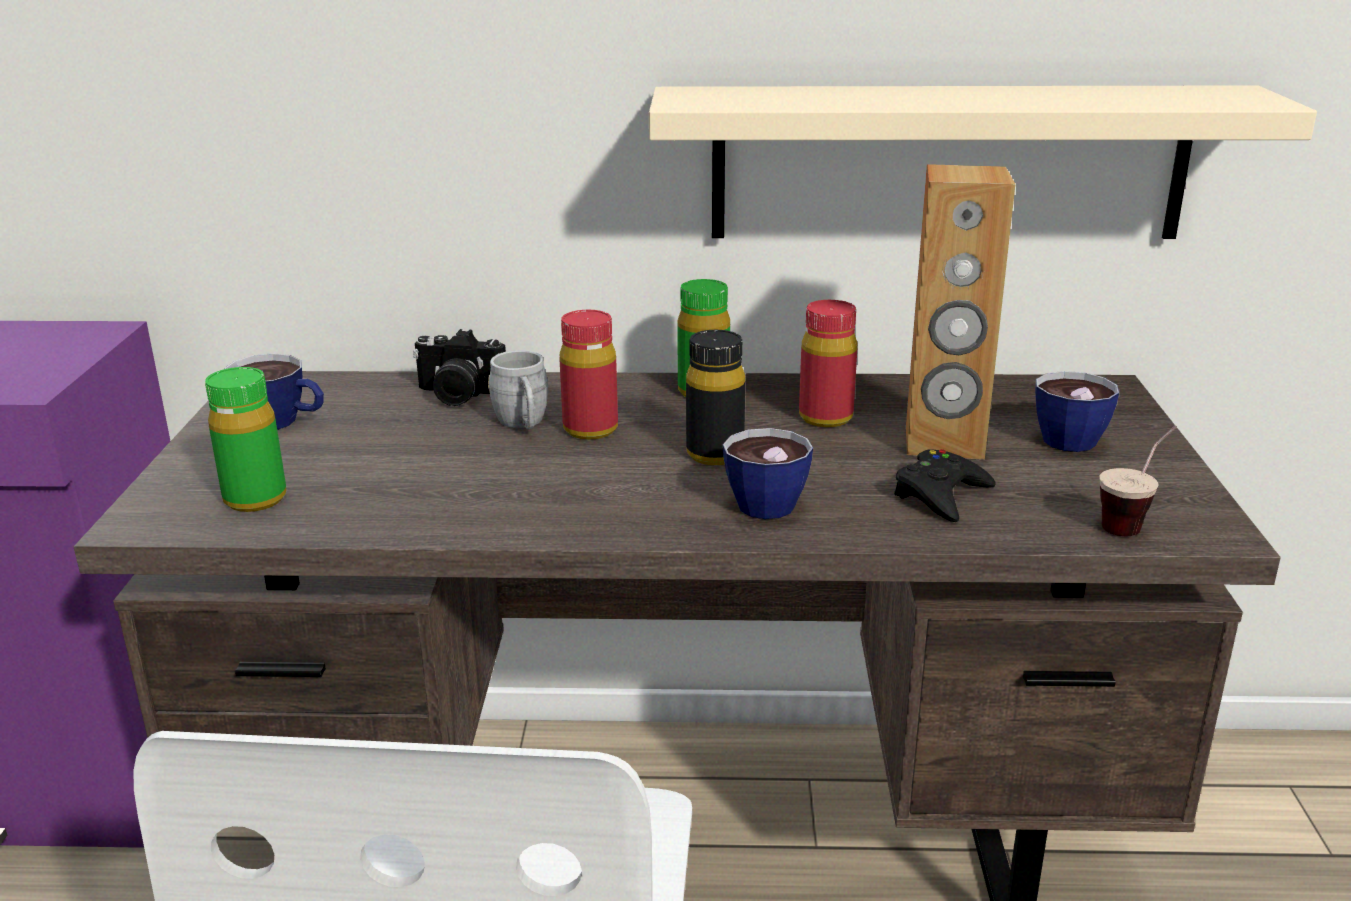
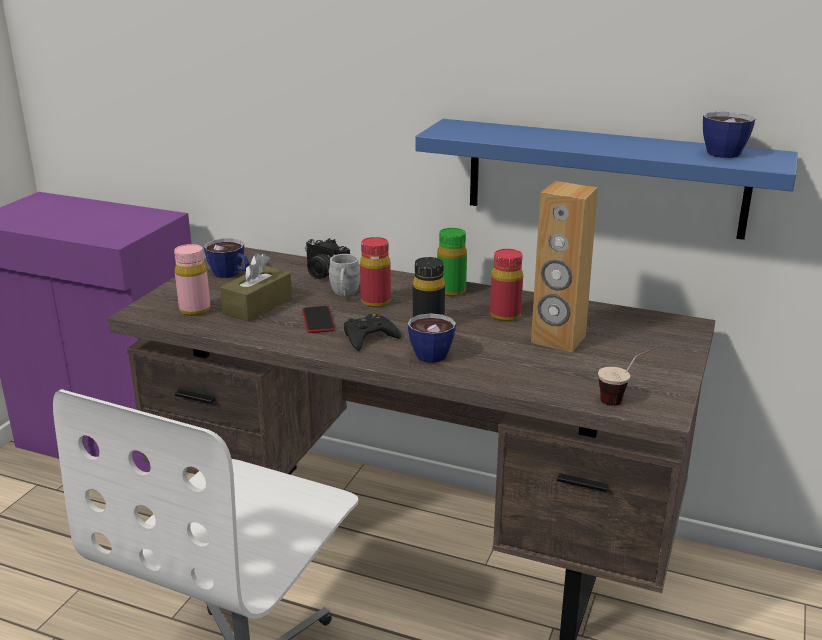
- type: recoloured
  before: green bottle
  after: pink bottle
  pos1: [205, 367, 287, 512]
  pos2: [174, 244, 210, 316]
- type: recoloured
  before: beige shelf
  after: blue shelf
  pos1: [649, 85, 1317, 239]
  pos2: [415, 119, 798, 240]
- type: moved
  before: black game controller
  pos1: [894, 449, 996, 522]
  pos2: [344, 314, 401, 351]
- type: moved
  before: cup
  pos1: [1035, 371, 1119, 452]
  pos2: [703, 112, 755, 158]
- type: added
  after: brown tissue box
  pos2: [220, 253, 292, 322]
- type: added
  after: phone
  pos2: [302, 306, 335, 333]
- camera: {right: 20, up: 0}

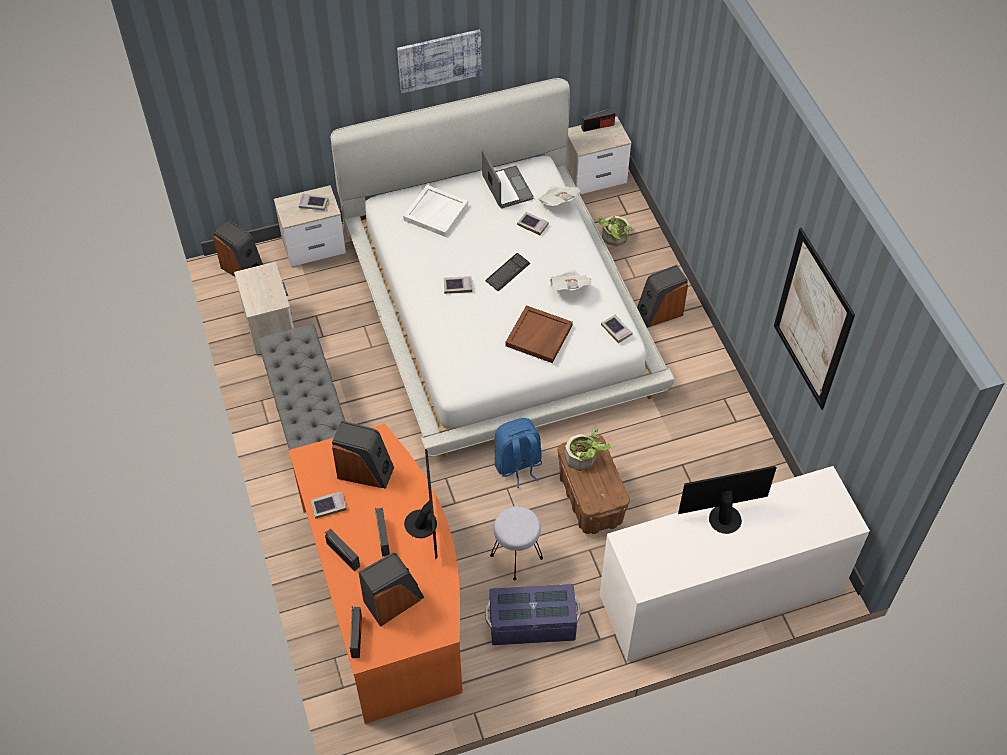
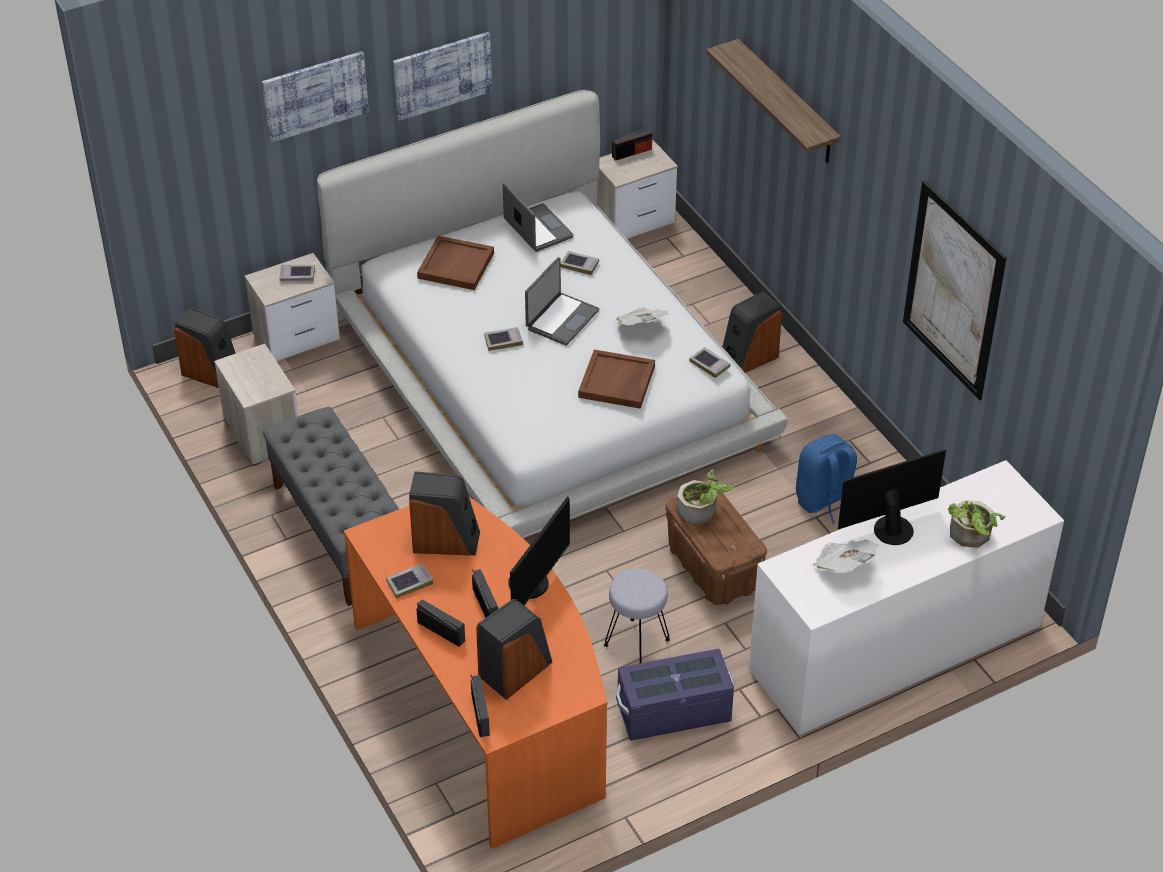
- type: recoloured
  before: white tray
  after: brown tray
  pos1: [403, 185, 468, 237]
  pos2: [417, 236, 494, 290]
- type: turned
  before: monitor
  pos1: [404, 449, 438, 559]
  pos2: [508, 496, 570, 606]
  turn: 45
- type: replaced
  before: keyboard
  after: laptop
  pos1: [485, 253, 530, 292]
  pos2: [525, 257, 599, 346]
- type: moved
  before: blue backpack
  pos1: [495, 418, 542, 488]
  pos2: [796, 434, 857, 524]
- type: moved
  before: newspaper
  pos1: [538, 186, 581, 206]
  pos2: [812, 540, 879, 573]
- type: moved
  before: potted plant
  pos1: [599, 215, 634, 246]
  pos2: [948, 500, 1006, 548]
- type: added
  after: picture
  pos2: [262, 51, 369, 143]
- type: added
  after: shelf
  pos2: [706, 39, 841, 163]
- camera: {right: -10, up: -10}

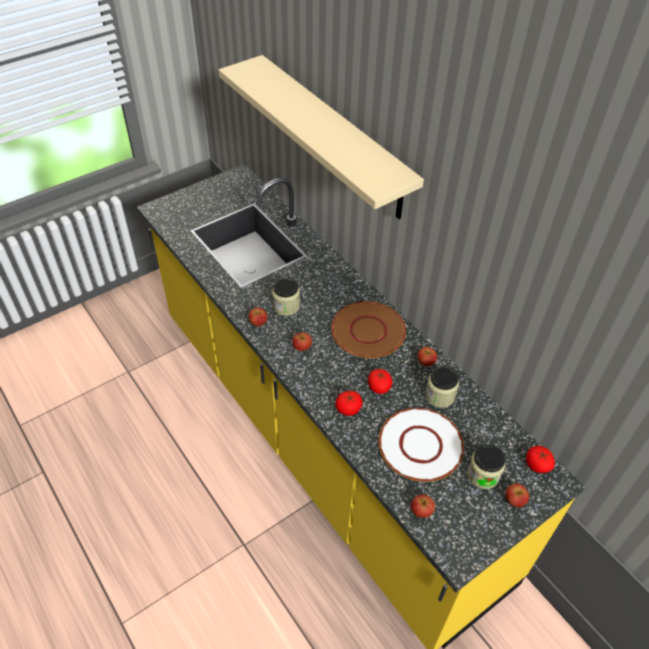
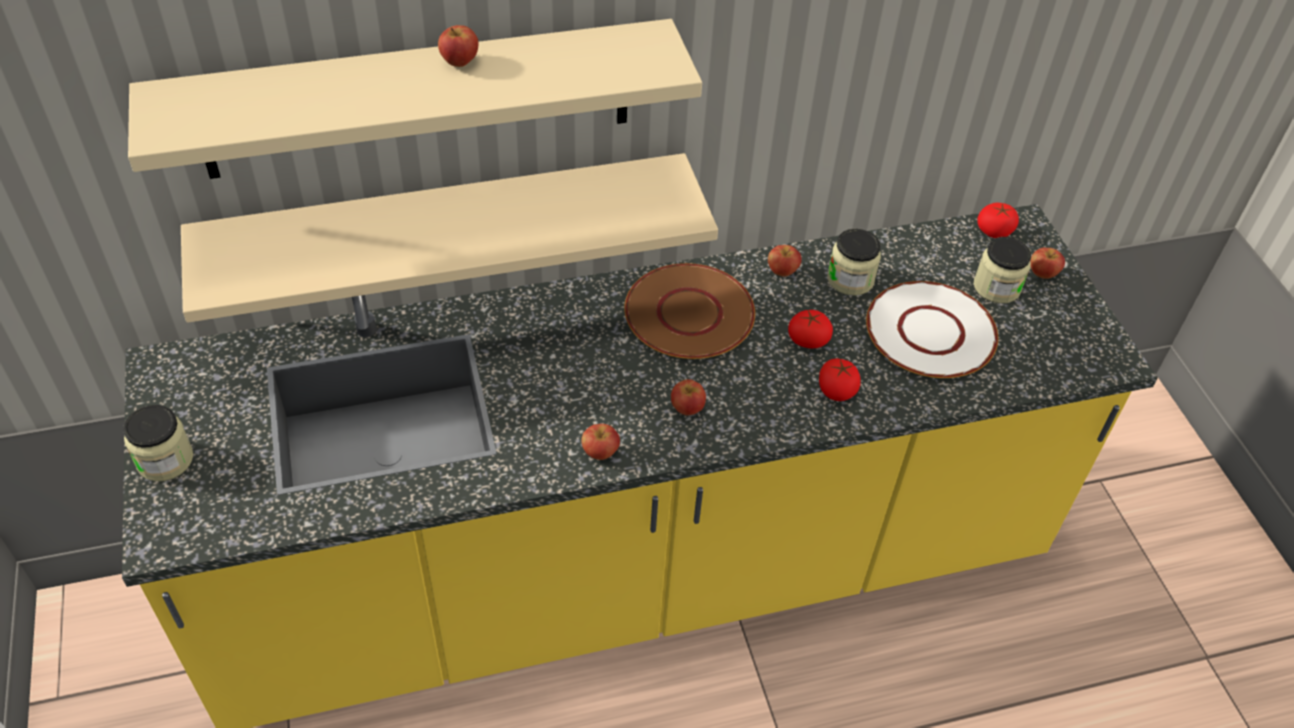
- type: moved
  before: jar
  pos1: [272, 278, 300, 316]
  pos2: [123, 405, 193, 481]
- type: moved
  before: apple
  pos1: [411, 494, 435, 518]
  pos2: [438, 25, 478, 67]
- type: added
  after: beige shelf
  pos2: [181, 153, 718, 323]
- camera: {right: -70, up: 0}

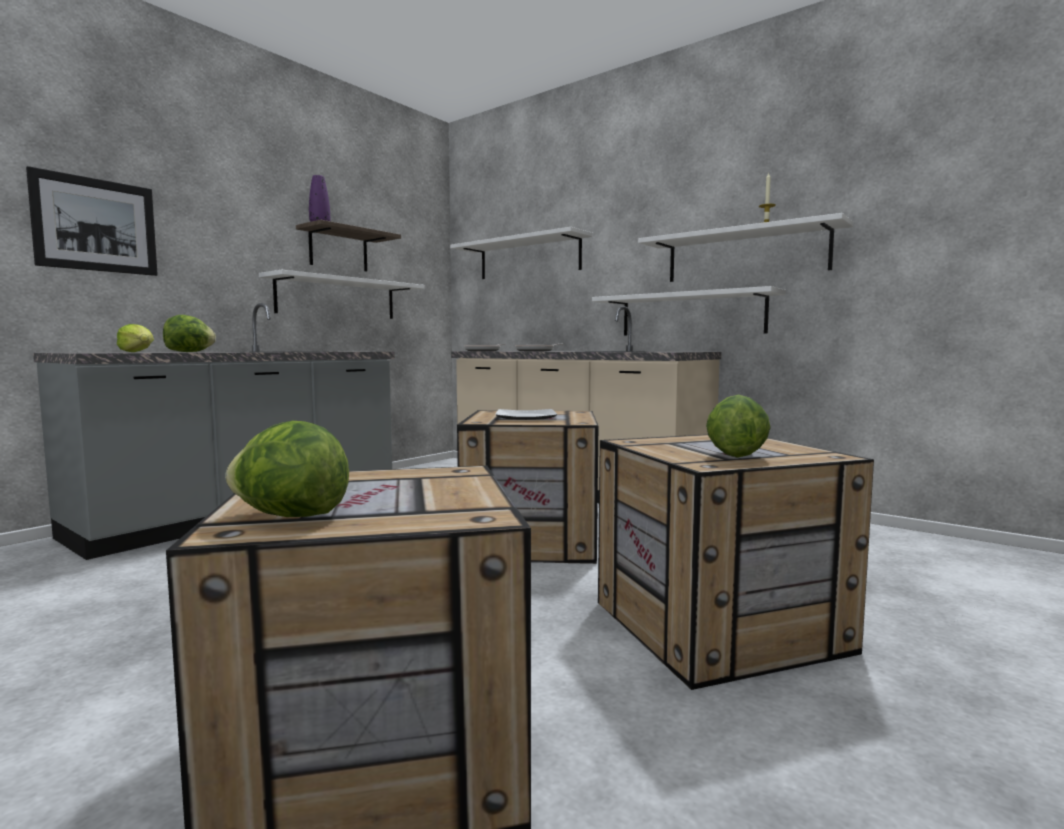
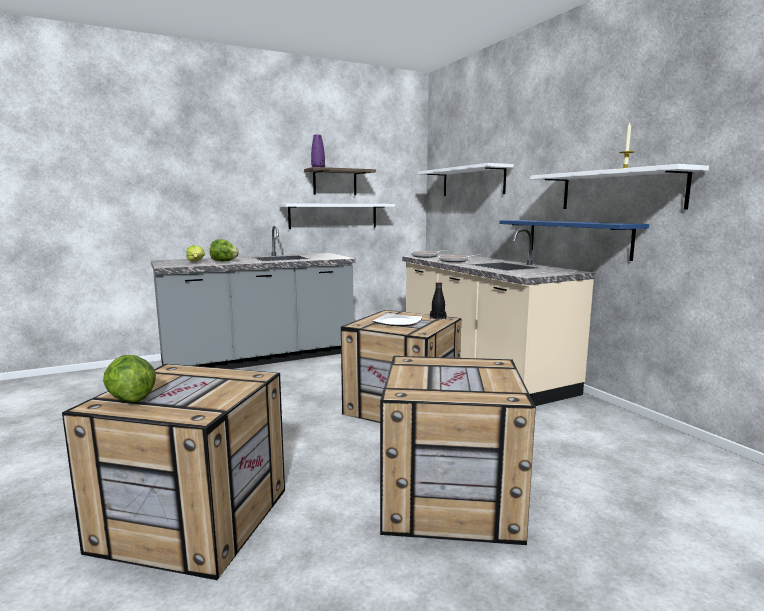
- type: removed
  before: picture
  pos1: [26, 166, 158, 276]
- type: recoloured
  before: white shelf
  after: blue shelf
  pos1: [592, 286, 786, 336]
  pos2: [499, 220, 649, 261]
- type: removed
  before: lettuce
  pos1: [706, 395, 771, 458]
- type: added
  after: black bottle
  pos2: [430, 282, 447, 320]
- camera: {right: 25, up: 5}

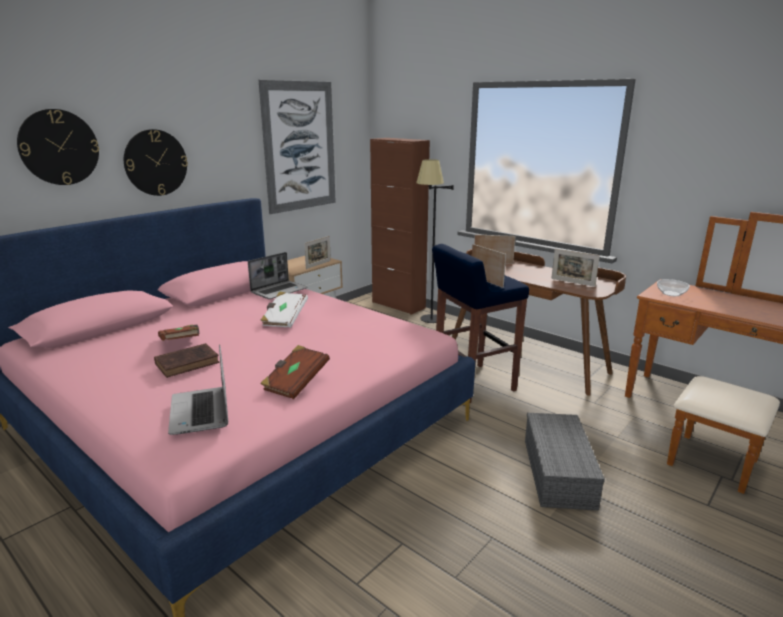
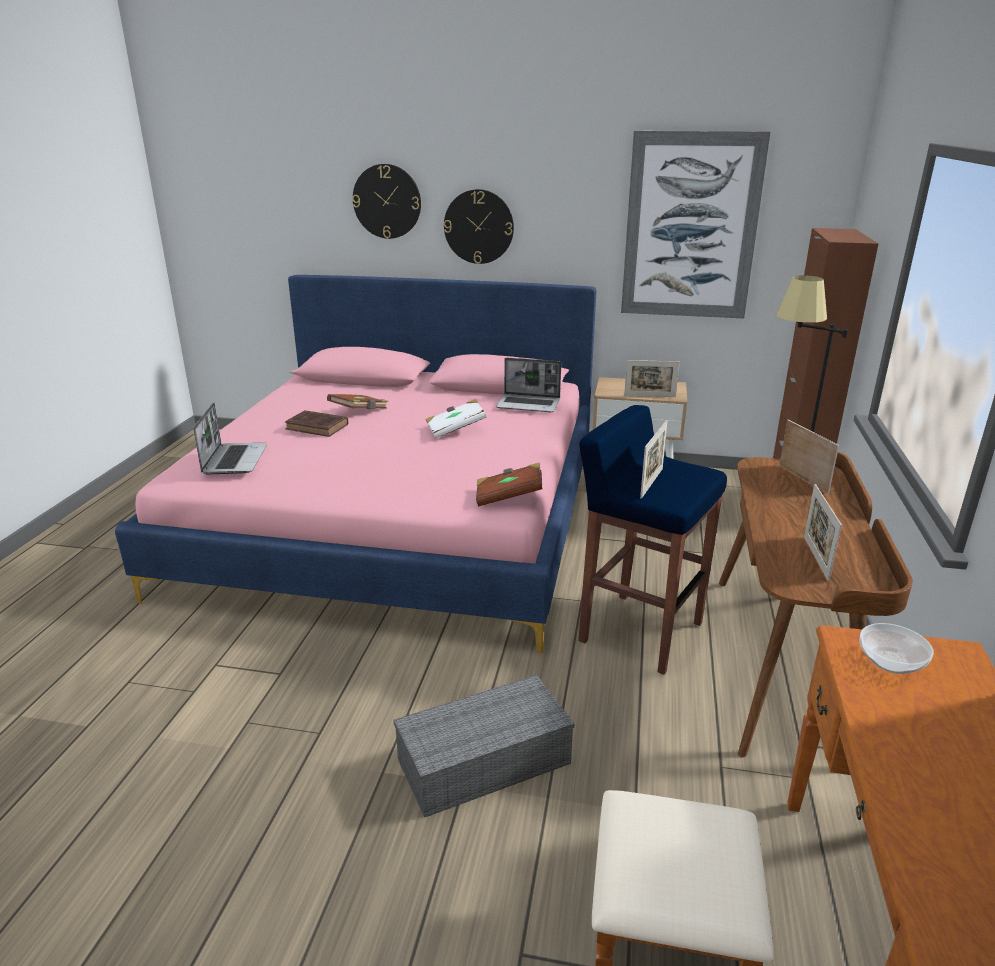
- type: turned
  before: laptop
  pos1: [168, 344, 228, 435]
  pos2: [193, 402, 267, 474]
  turn: 135
- type: moved
  before: brown book
  pos1: [260, 345, 330, 399]
  pos2: [476, 463, 542, 506]
- camera: {right: 60, up: 5}

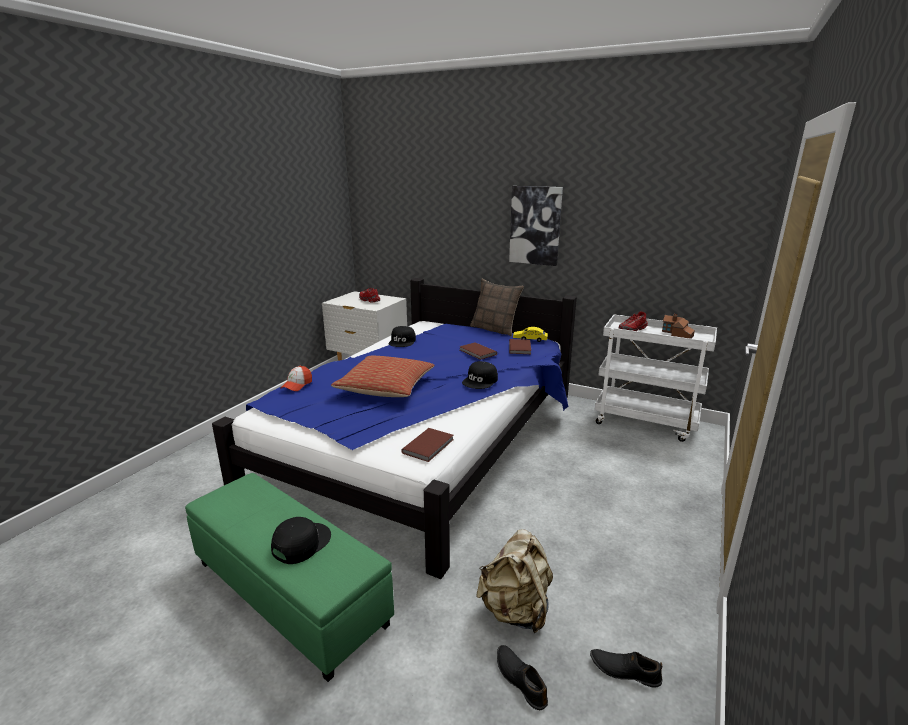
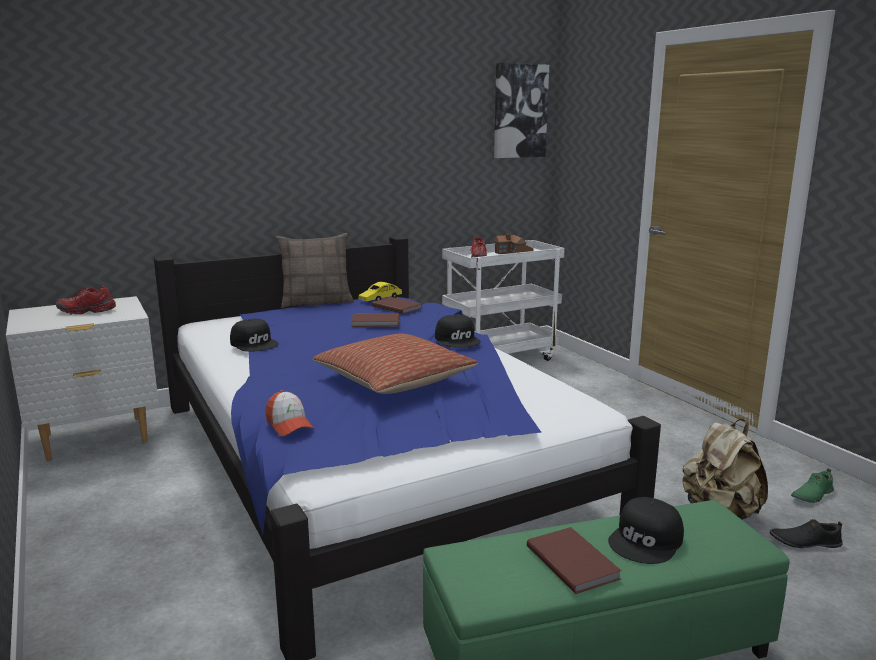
- type: turned
  before: black cap
  pos1: [271, 517, 331, 564]
  pos2: [608, 497, 684, 564]
  turn: -120
- type: moved
  before: brown book
  pos1: [401, 428, 454, 462]
  pos2: [527, 527, 622, 594]
- type: moved
  before: picture
  pos1: [509, 186, 563, 266]
  pos2: [494, 63, 549, 158]
- type: recoloured
  before: black shoe
  after: green shoe
  pos1: [590, 649, 663, 688]
  pos2: [791, 468, 834, 503]
- camera: {right: -55, up: -5}

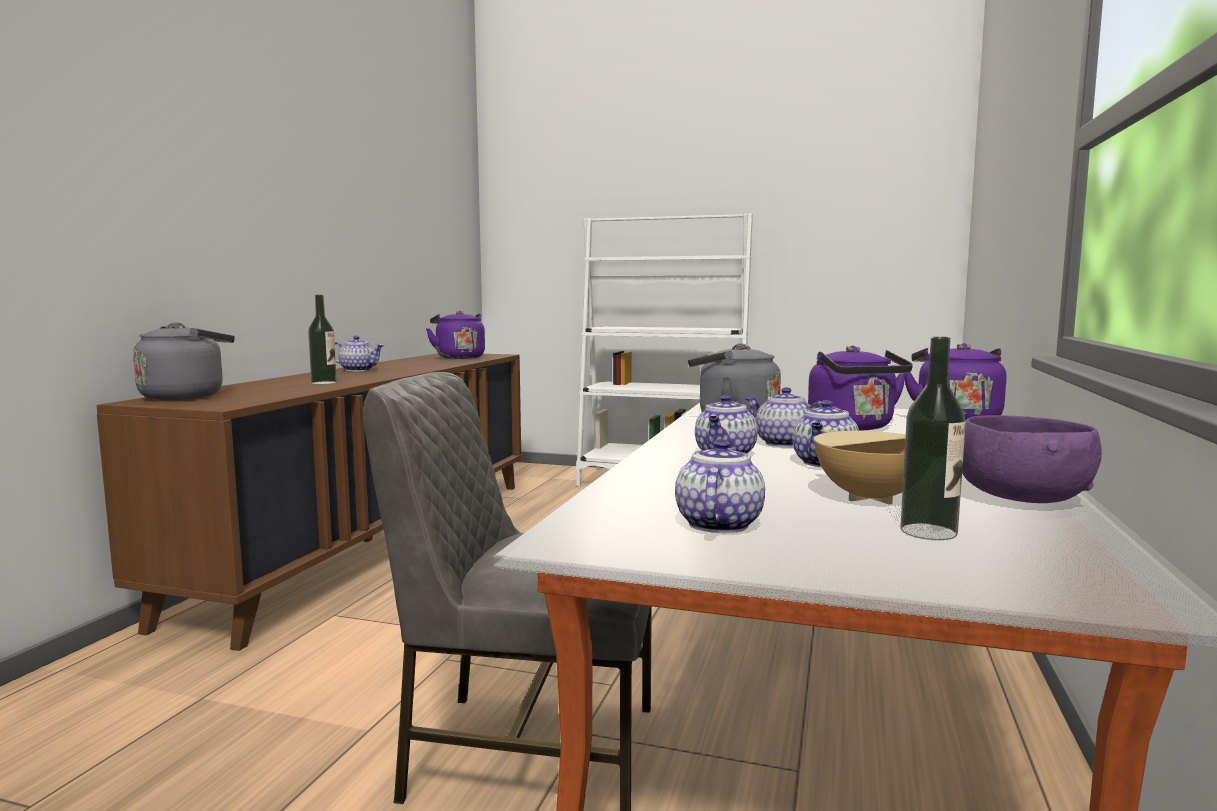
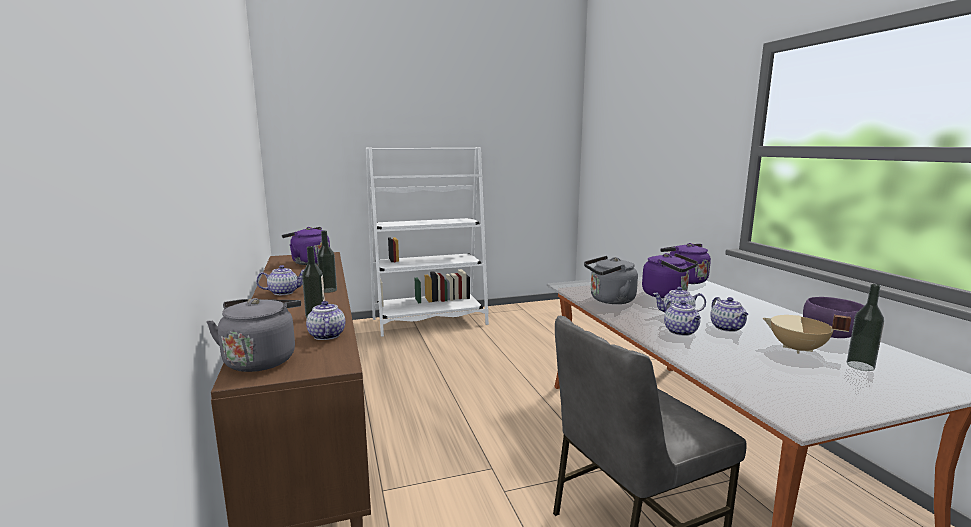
- type: moved
  before: teapot
  pos1: [675, 439, 765, 533]
  pos2: [306, 301, 346, 340]
- type: added
  after: bottle
  pos2: [317, 231, 337, 293]
- camera: {right: -35, up: 5}

